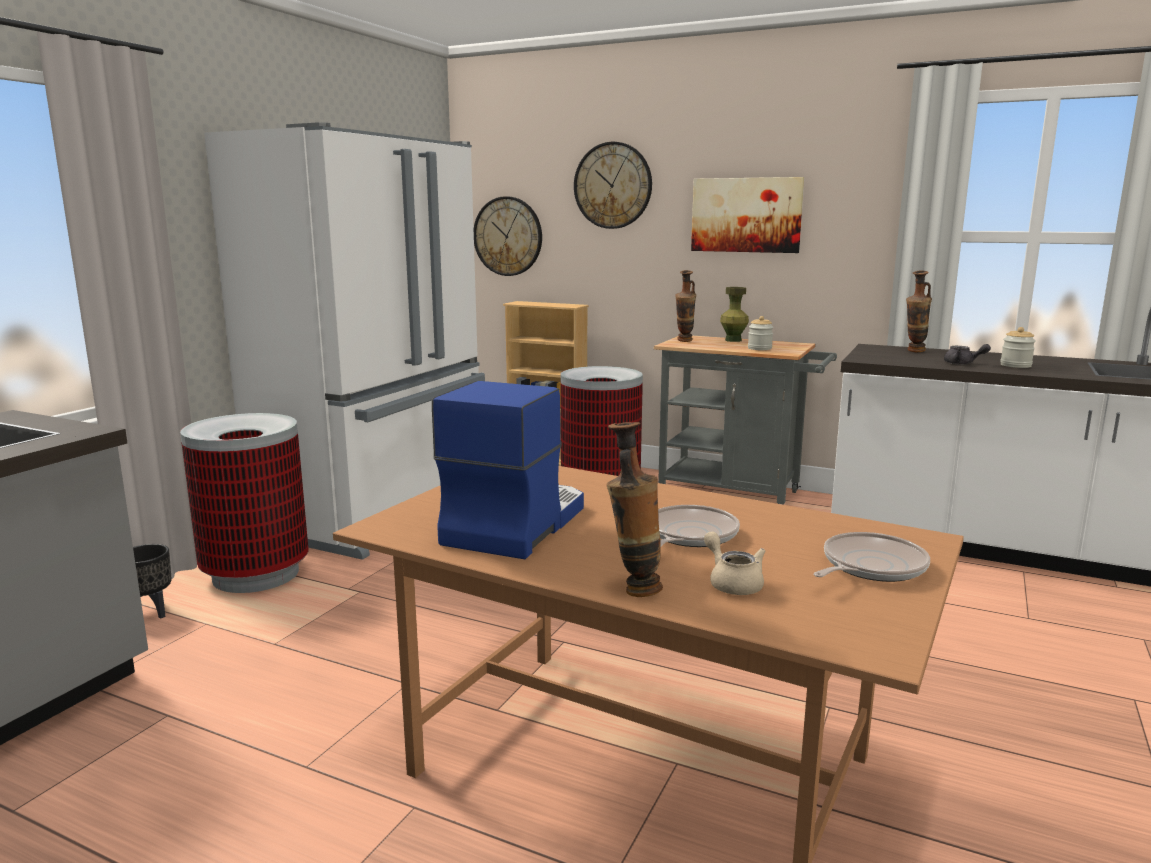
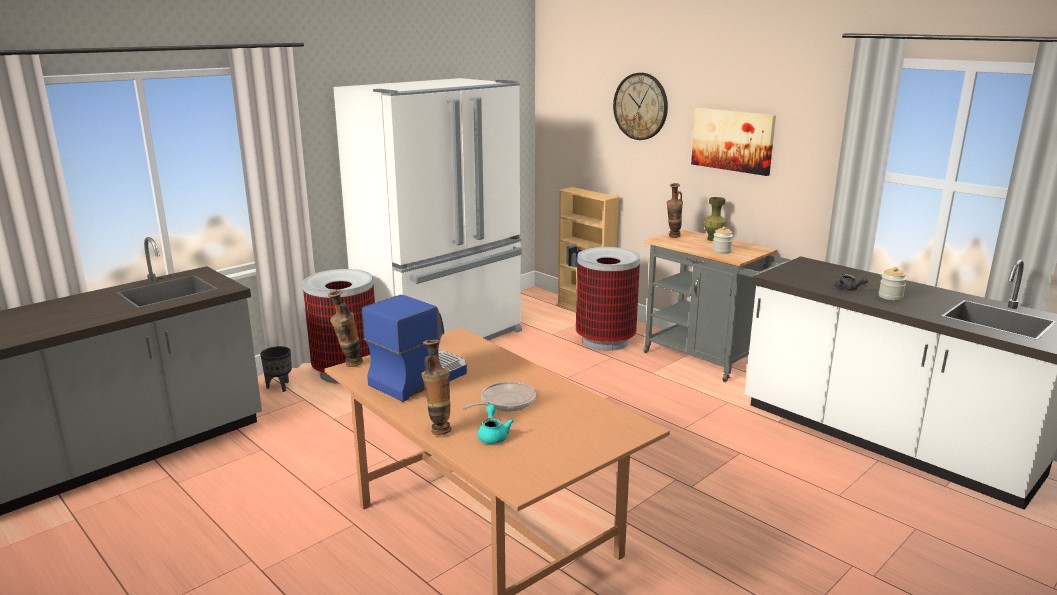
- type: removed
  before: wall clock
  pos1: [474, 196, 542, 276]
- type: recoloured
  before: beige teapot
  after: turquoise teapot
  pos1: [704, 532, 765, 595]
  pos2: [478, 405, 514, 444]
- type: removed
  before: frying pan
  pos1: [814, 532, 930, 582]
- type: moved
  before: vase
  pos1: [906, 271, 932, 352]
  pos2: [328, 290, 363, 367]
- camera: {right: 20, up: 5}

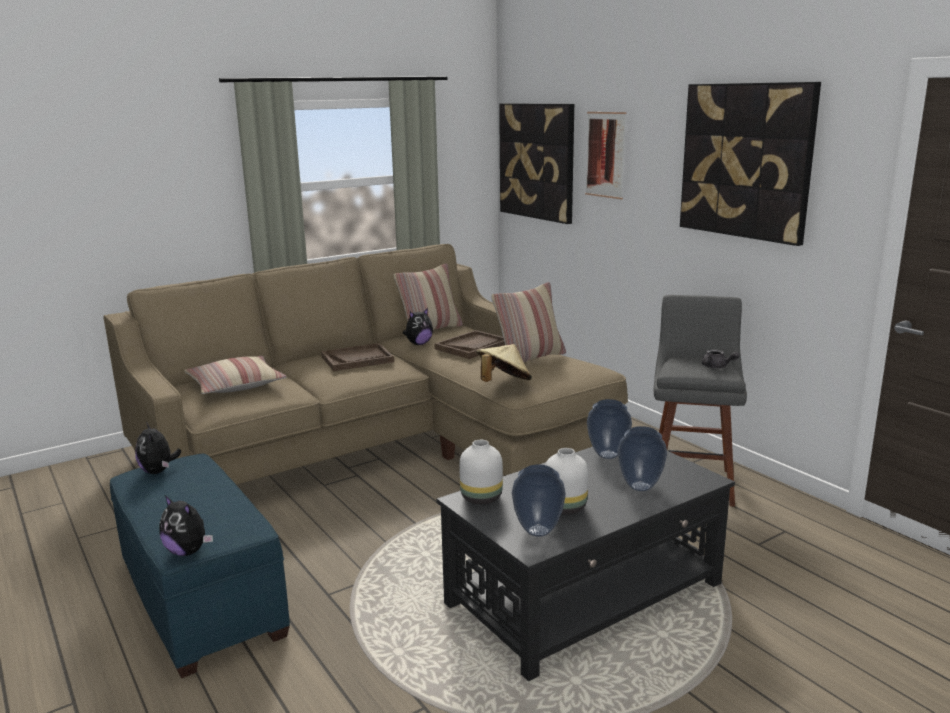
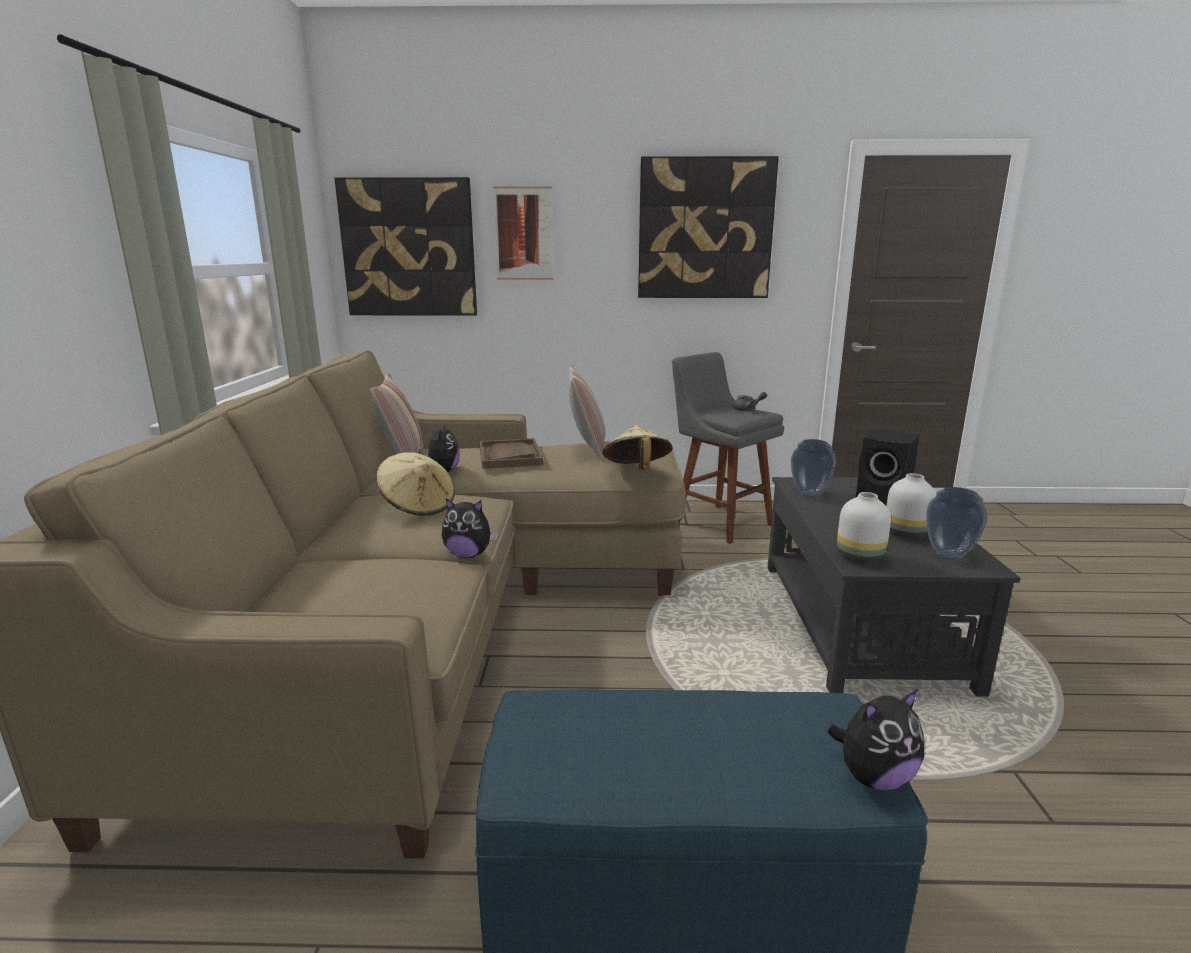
- type: moved
  before: plush toy
  pos1: [135, 422, 181, 474]
  pos2: [442, 498, 498, 558]
- type: removed
  before: pillow
  pos1: [184, 356, 286, 394]
- type: replaced
  before: brown tray
  after: beige hat
  pos1: [321, 343, 394, 371]
  pos2: [376, 452, 455, 516]
- type: replaced
  before: vase
  after: black speaker
  pos1: [618, 426, 667, 491]
  pos2: [856, 428, 920, 505]
- camera: {right: -55, up: 0}

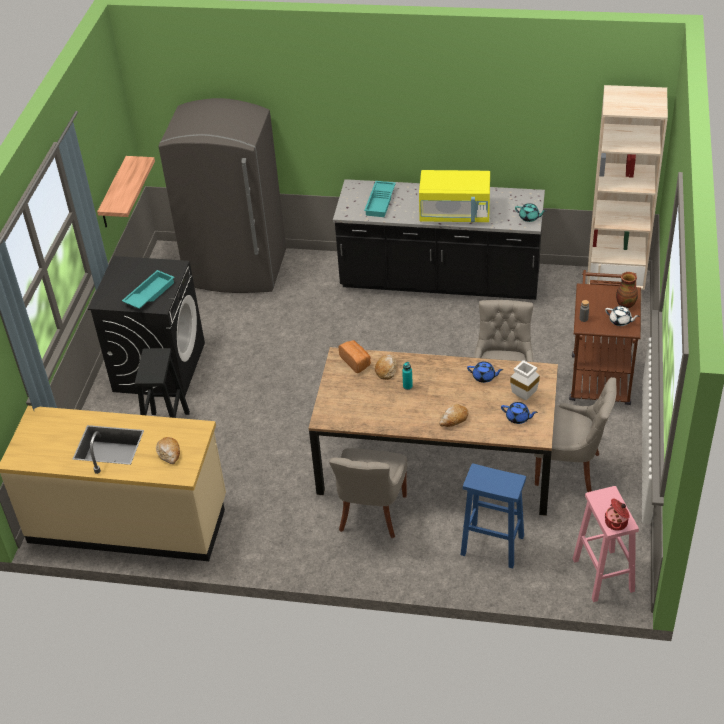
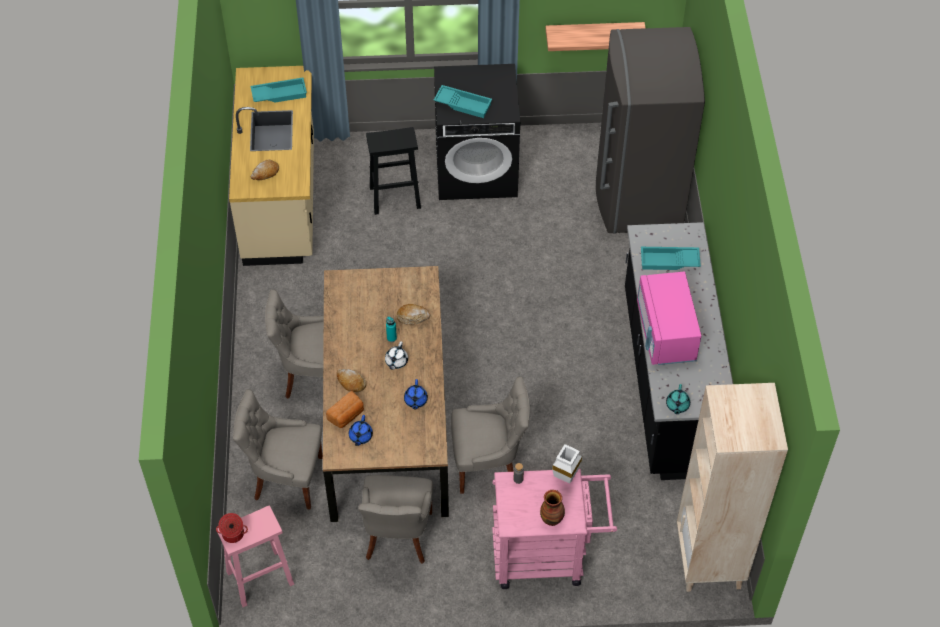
- type: moved
  before: bread
  pos1: [338, 340, 371, 373]
  pos2: [326, 391, 364, 428]
- type: recoloured
  before: yellow microwave
  after: pink microwave
  pos1: [419, 170, 490, 222]
  pos2: [637, 272, 701, 365]
- type: replaced
  before: blue stool
  after: grey chair
  pos1: [461, 463, 526, 569]
  pos2: [233, 389, 323, 509]
- type: moved
  before: white vase
  pos1: [510, 360, 540, 400]
  pos2: [552, 444, 582, 484]
- type: recoloured
  before: brown cart
  after: pink cart
  pos1: [569, 270, 641, 405]
  pos2: [492, 469, 617, 589]
- type: moved
  before: white teapot
  pos1: [605, 306, 639, 326]
  pos2: [385, 341, 408, 370]
- type: added
  after: turquoise tray
  pos2: [251, 78, 307, 103]
- camera: {right: 75, up: 10}

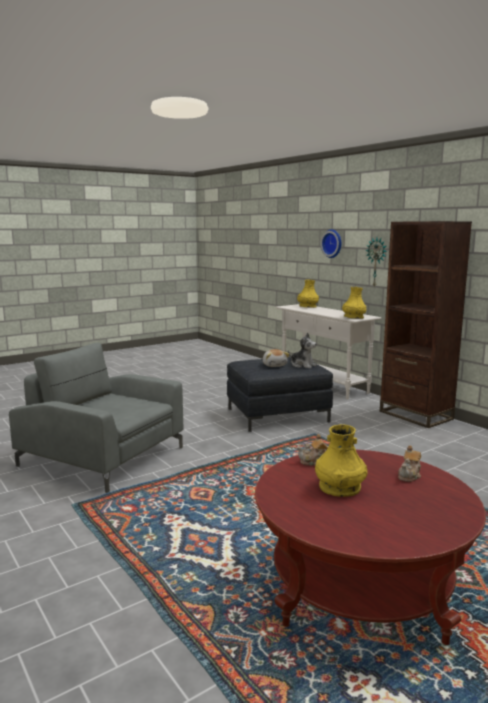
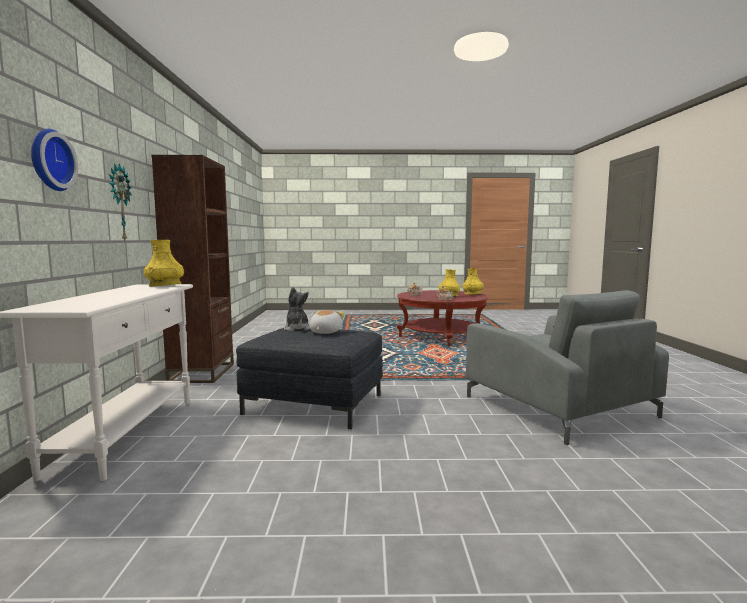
- type: moved
  before: yellow vase
  pos1: [297, 280, 319, 308]
  pos2: [463, 268, 484, 295]
- camera: {right: -145, up: -5}

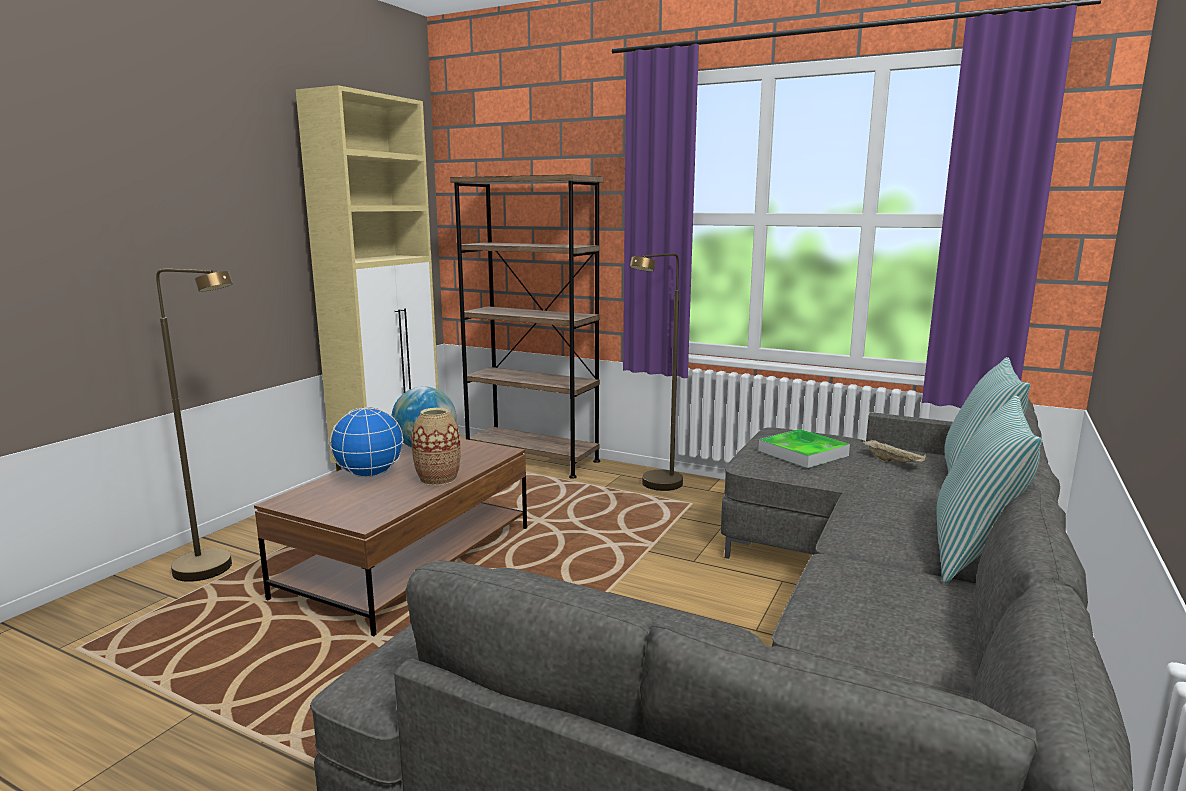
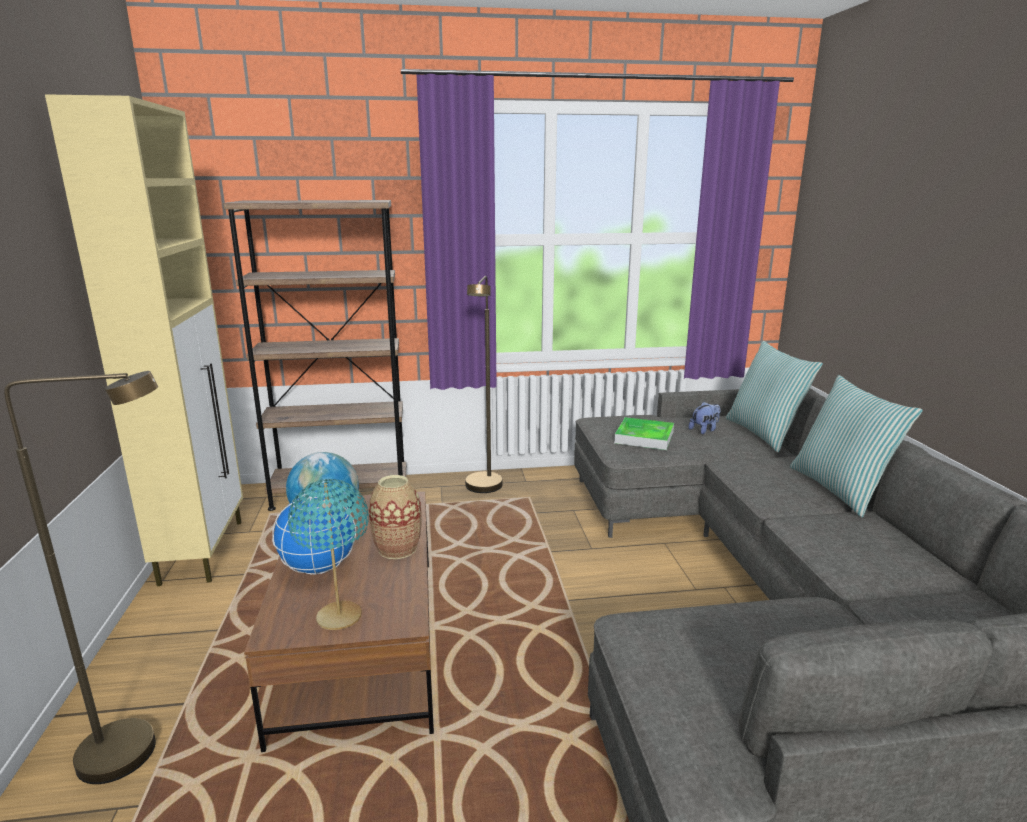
- type: replaced
  before: beige tray
  after: plush toy
  pos1: [862, 440, 927, 462]
  pos2: [689, 402, 720, 434]
- type: added
  after: turquoise table lamp
  pos2: [288, 479, 369, 630]
- camera: {right: -35, up: 5}

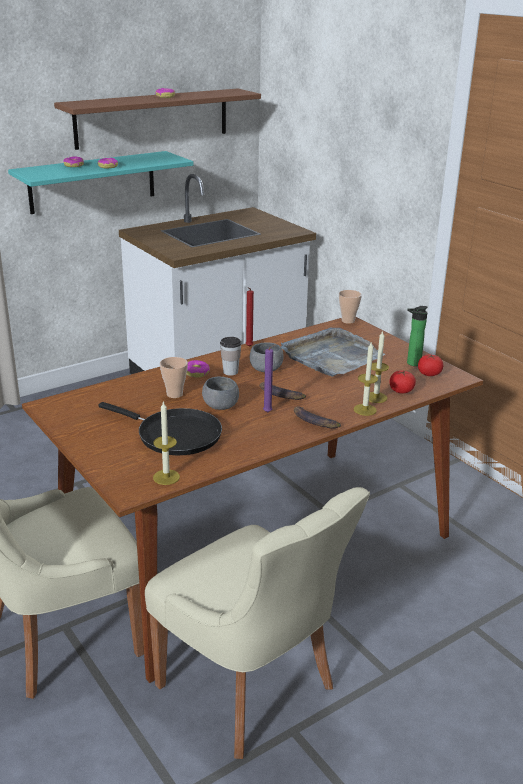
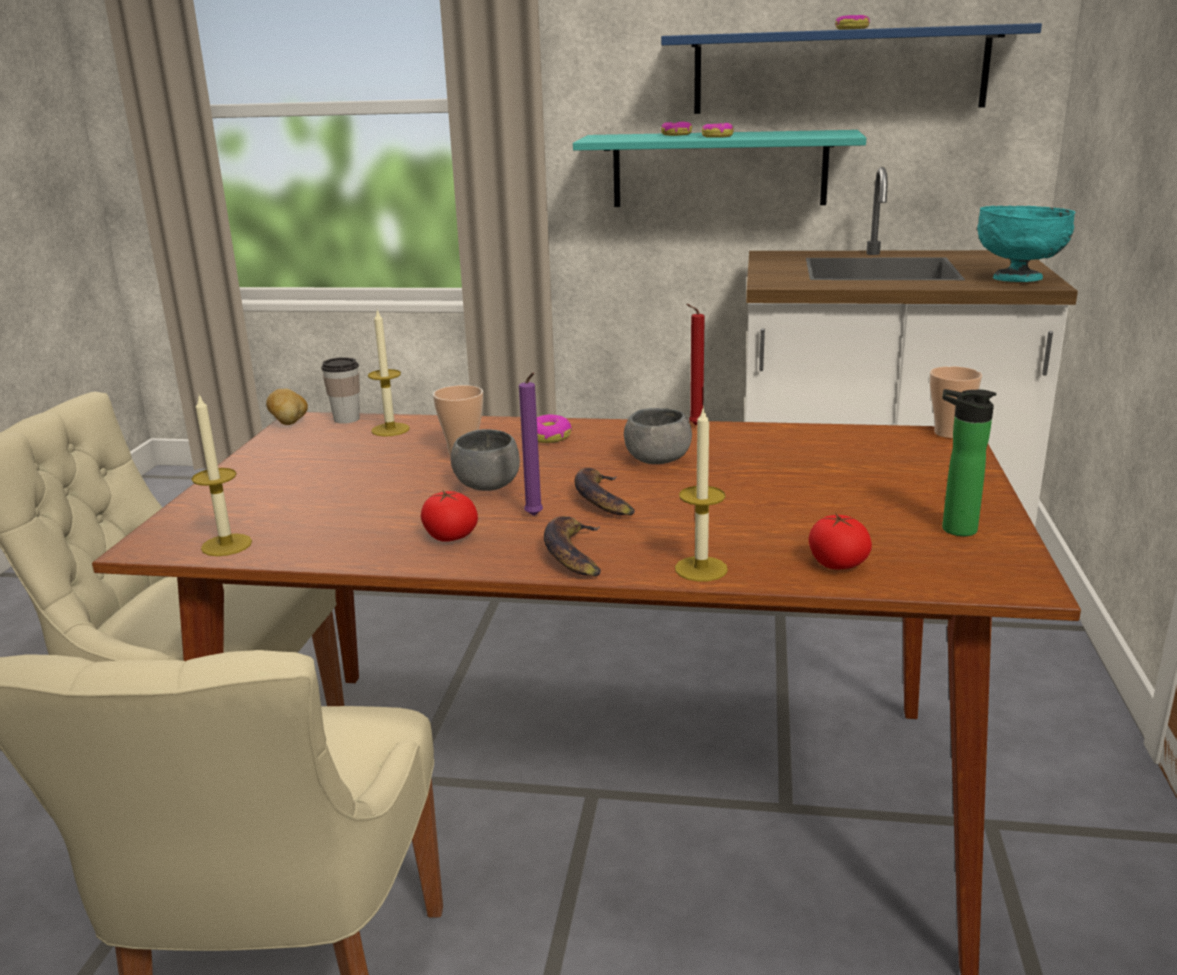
- type: recoloured
  before: brown shelf
  after: blue shelf
  pos1: [54, 89, 261, 150]
  pos2: [661, 23, 1042, 114]
- type: removed
  before: black frying pan
  pos1: [98, 402, 222, 455]
- type: moved
  before: cup
  pos1: [220, 337, 241, 376]
  pos2: [321, 357, 360, 424]
- type: removed
  before: grey tray
  pos1: [281, 327, 385, 377]
- type: moved
  before: candle
  pos1: [369, 331, 389, 403]
  pos2: [368, 309, 409, 436]
- type: moved
  before: tomato
  pos1: [418, 354, 443, 376]
  pos2: [421, 491, 478, 542]
- type: added
  after: potato
  pos2: [266, 388, 308, 425]
- type: added
  after: turquoise bowl
  pos2: [977, 206, 1076, 282]
- camera: {right: 45, up: -5}

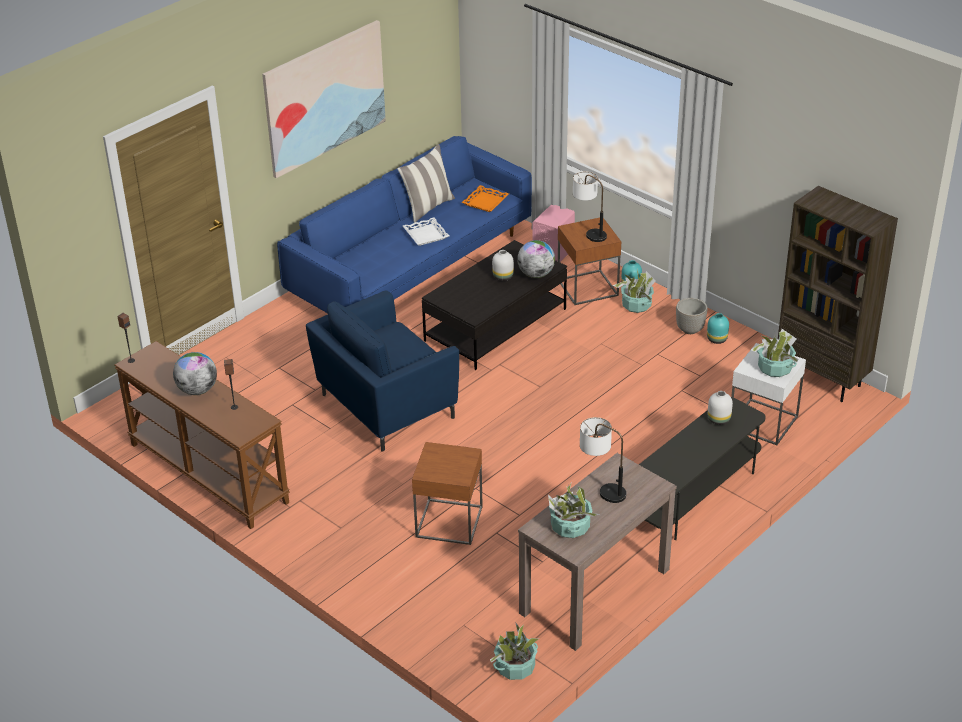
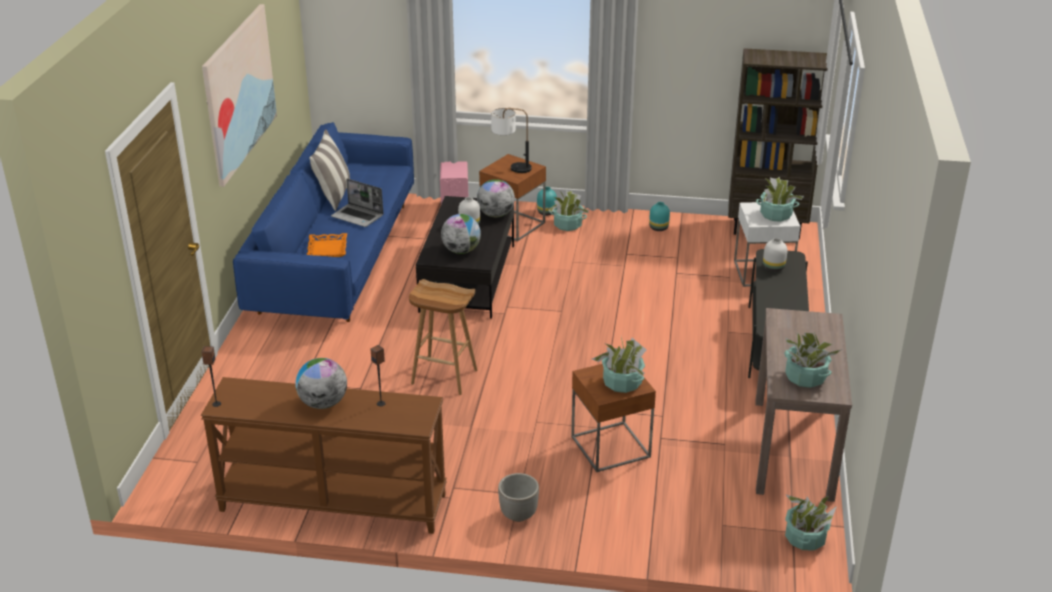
- type: replaced
  before: blue armchair
  after: brown stool
  pos1: [306, 290, 459, 452]
  pos2: [409, 279, 477, 395]
- type: replaced
  before: white tray
  after: laptop
  pos1: [403, 217, 449, 246]
  pos2: [331, 179, 383, 227]
- type: moved
  before: orange tray
  pos1: [462, 185, 509, 212]
  pos2: [307, 233, 347, 257]
- type: removed
  before: table lamp
  pos1: [580, 417, 626, 503]
- type: moved
  before: planter
  pos1: [676, 298, 708, 334]
  pos2: [498, 473, 539, 522]
- type: added
  after: globe
  pos2: [441, 214, 481, 254]
- type: added
  after: potted plant
  pos2: [592, 336, 646, 393]
- camera: {right: -35, up: -5}

